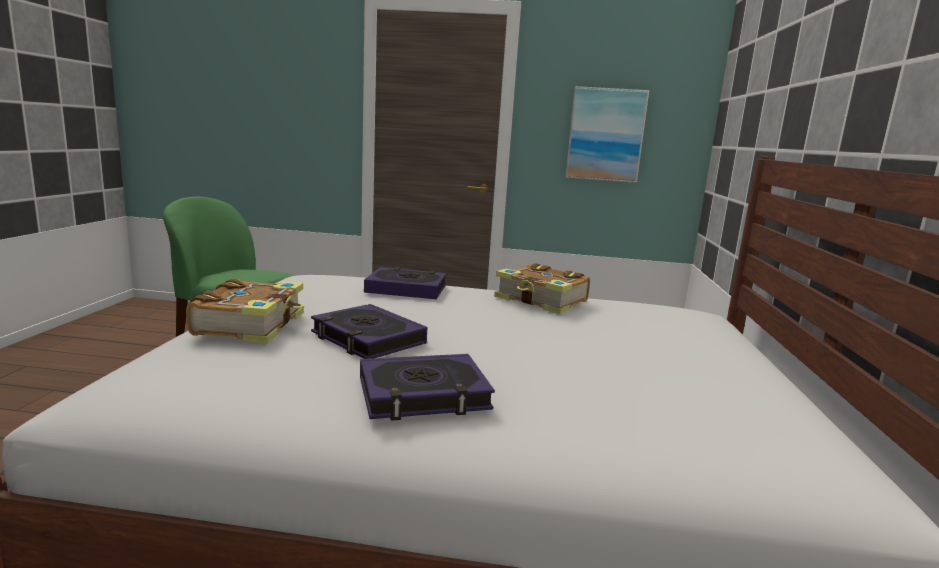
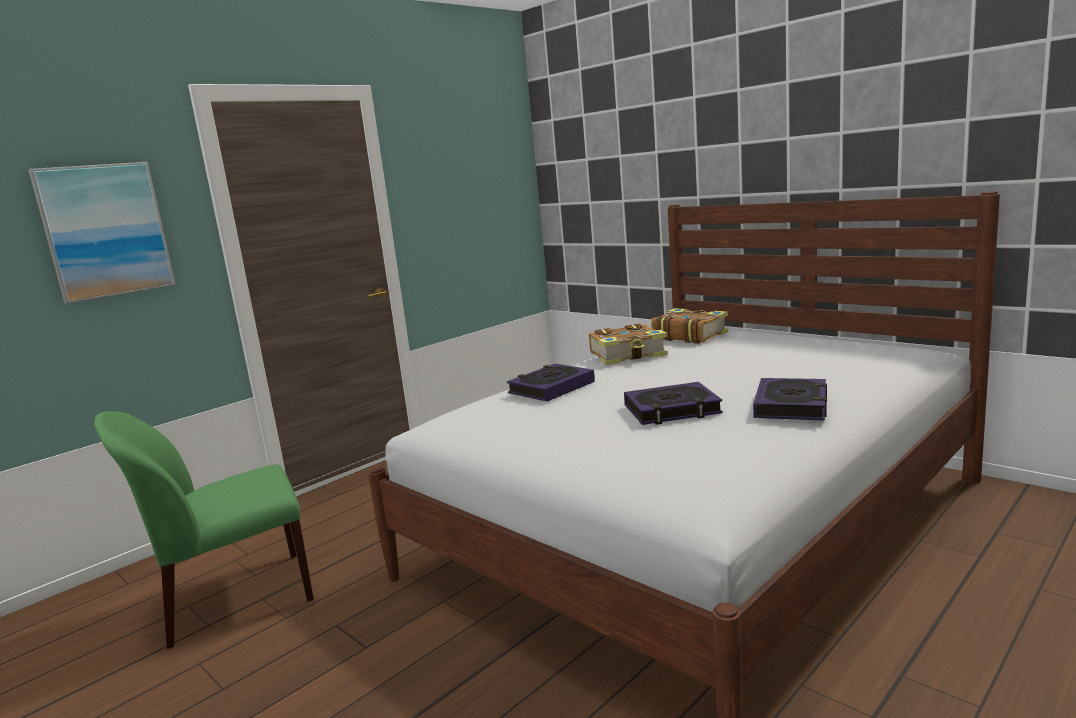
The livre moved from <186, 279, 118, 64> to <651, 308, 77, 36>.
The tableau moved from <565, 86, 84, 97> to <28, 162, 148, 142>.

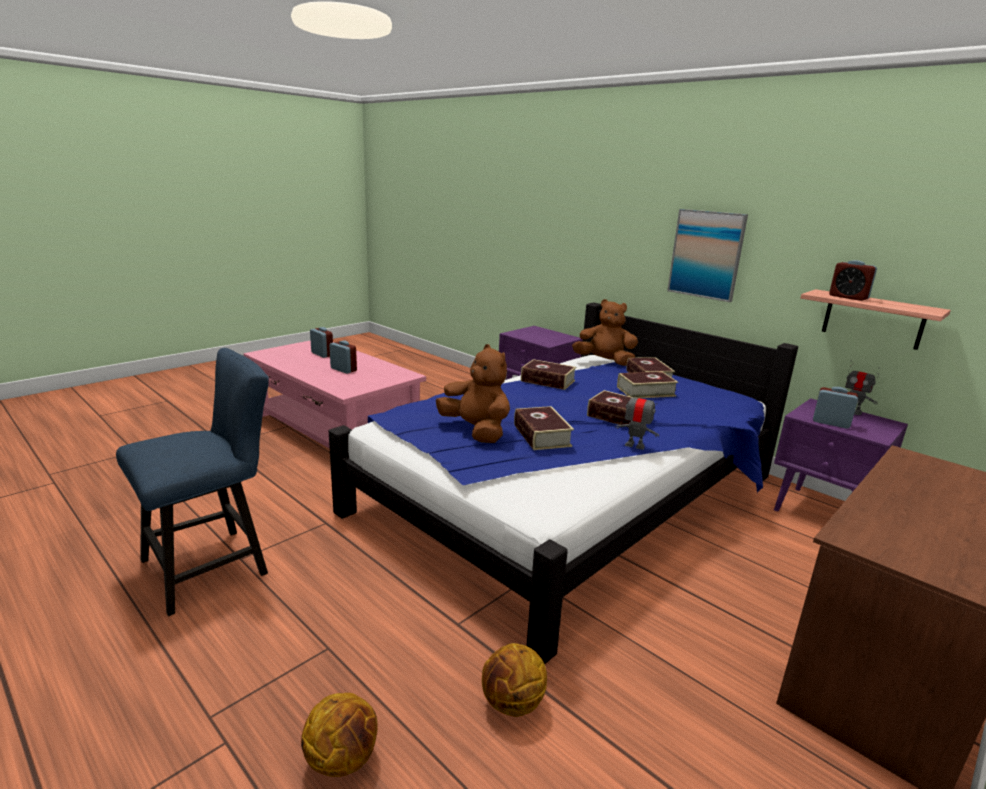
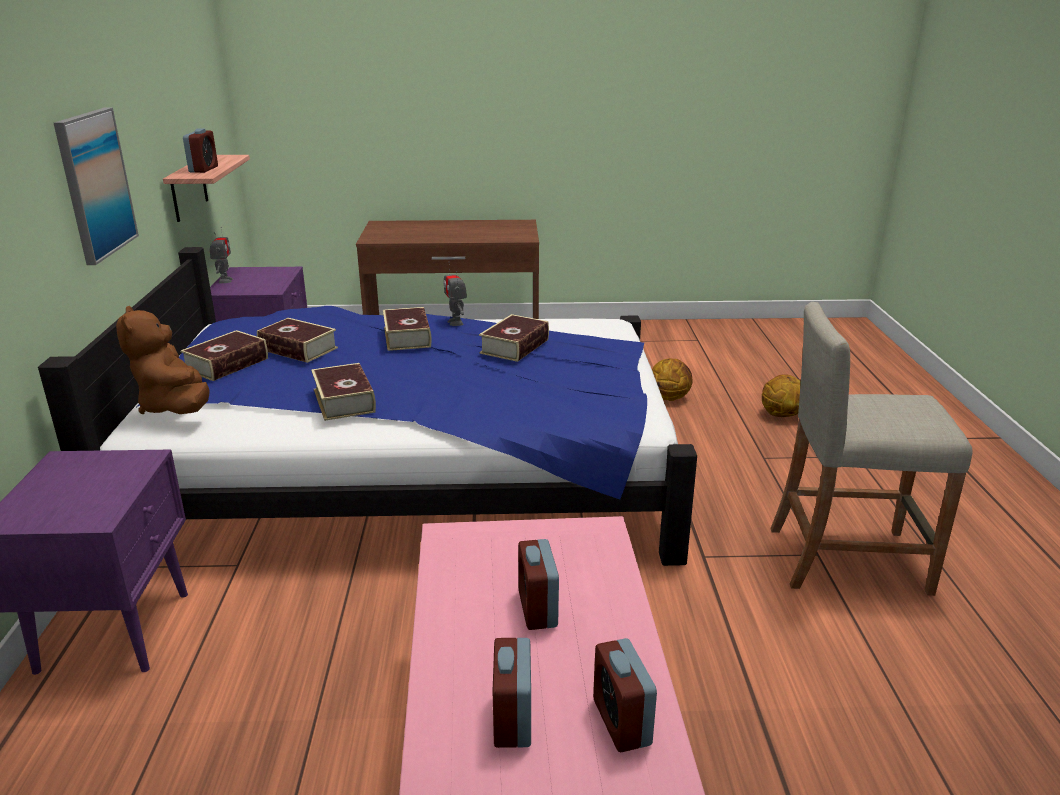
The chaise/bleu at <116, 348, 153, 268> was replaced by the tabouret/beige at <770, 302, 202, 294>.
The peluche/marron at <436, 344, 74, 99> disappeared.
The réveil moved from <813, 387, 45, 42> to <593, 638, 64, 114>.

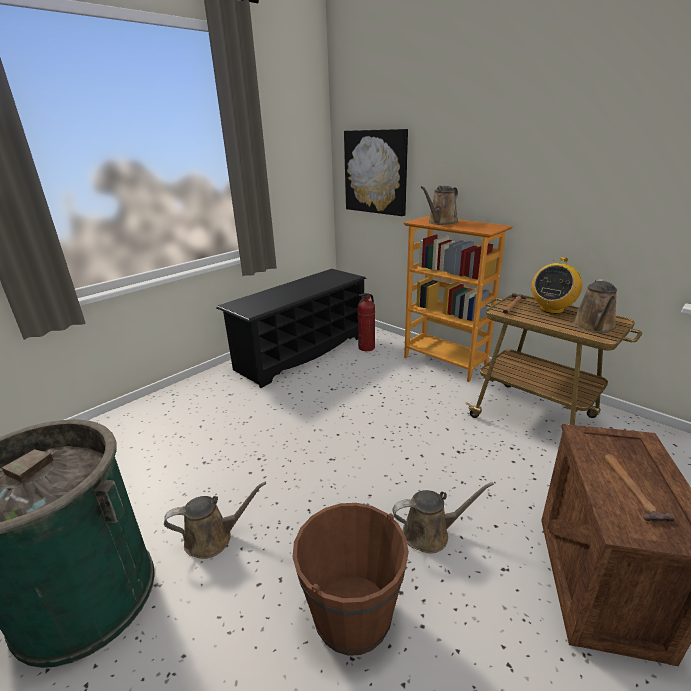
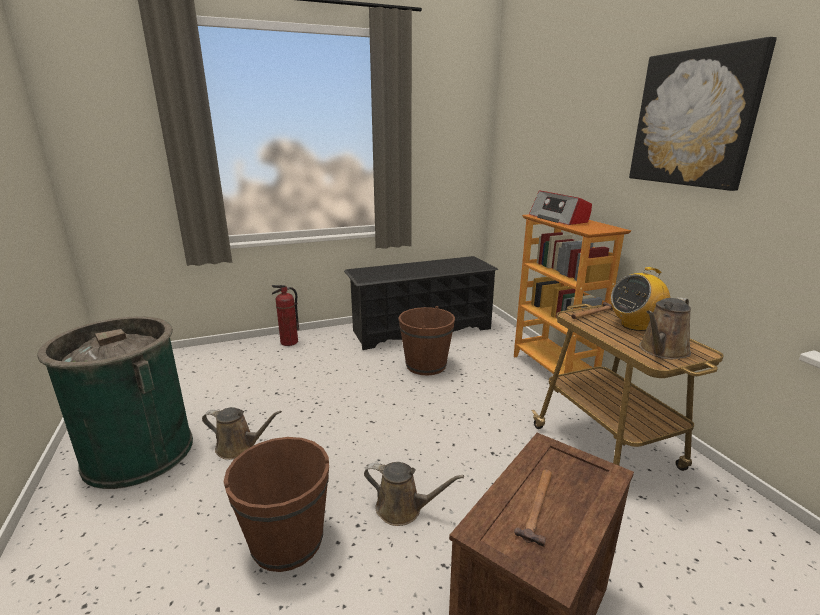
The tableau moved from <344, 129, 64, 87> to <629, 37, 148, 154>.
The extincteur moved from <357, 293, 18, 58> to <272, 285, 27, 61>.
The arrosoir/marron at <421, 186, 38, 39> was replaced by the radio at <529, 190, 63, 35>.
The seau/marron at <399, 306, 56, 70> appeared.

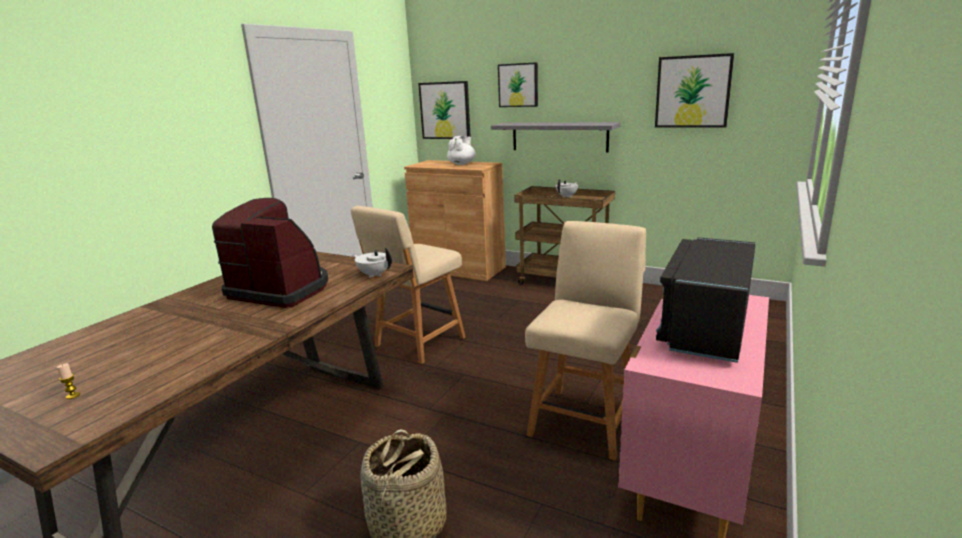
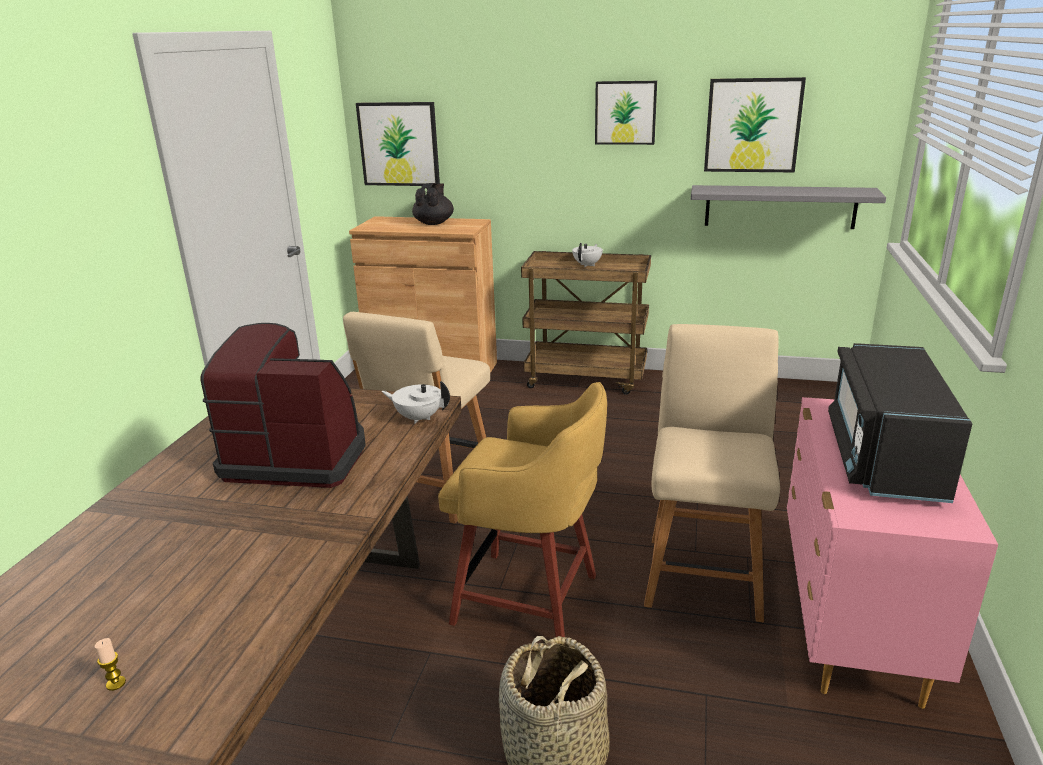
The théière/blanc at <447, 136, 29, 29> became the théière/noir at <412, 183, 42, 42>.
The étagère/gris moved from <491, 122, 130, 30> to <691, 185, 195, 44>.
The tableau moved from <498, 62, 40, 45> to <595, 81, 62, 64>.
The tabouret/jaune at <438, 382, 169, 255> appeared.

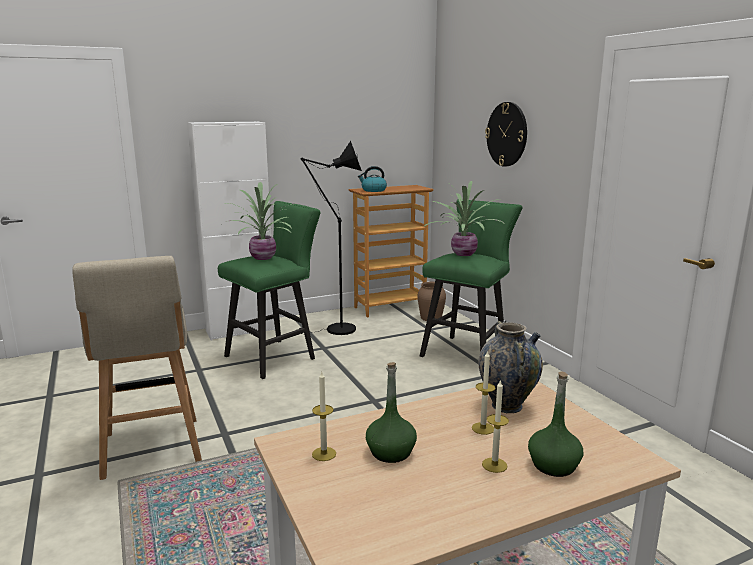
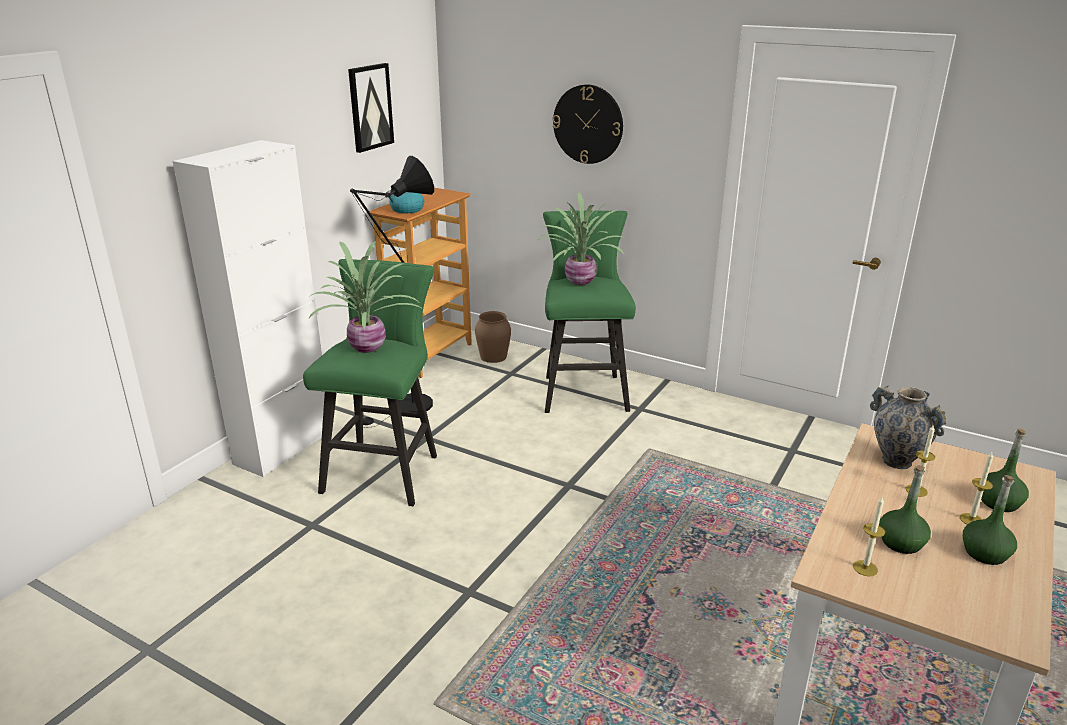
The tabouret/beige at <72, 256, 130, 224> disappeared.
The tableau at <348, 63, 46, 90> appeared.
The bouteille/vert at <963, 475, 54, 90> appeared.

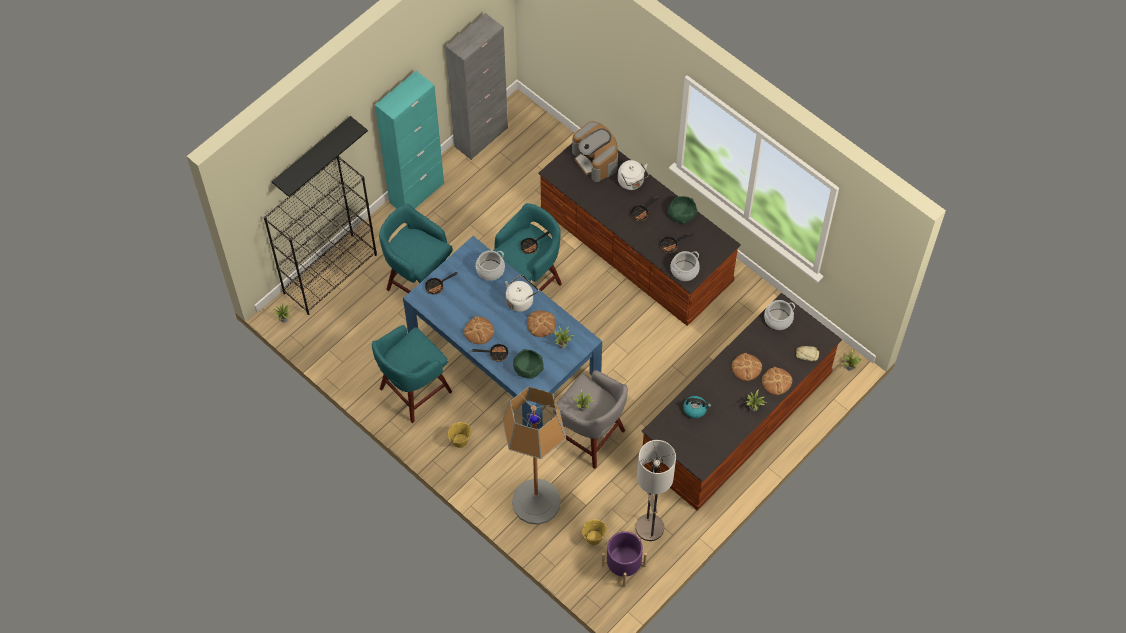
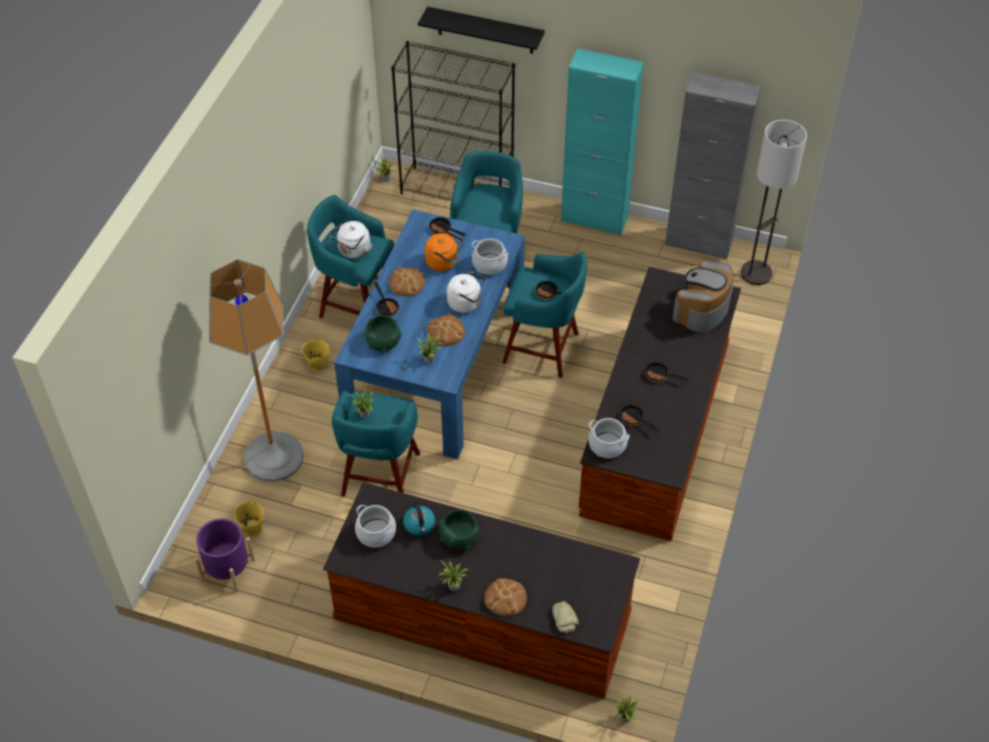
The tabouret/gris at <553, 370, 75, 99> became the tabouret/turquoise at <332, 390, 88, 107>.
The bouilloire/blanc moved from <618, 160, 31, 30> to <330, 221, 42, 37>.
The lampadaire moved from <636, 440, 40, 101> to <741, 120, 66, 165>.
The bol/vert moved from <667, 196, 31, 28> to <439, 511, 41, 39>.
The pain at <731, 353, 31, 28> disappeared.
The marmite moved from <764, 300, 31, 30> to <355, 505, 41, 43>.
The bouilloire/orange at <425, 232, 39, 39> appeared.

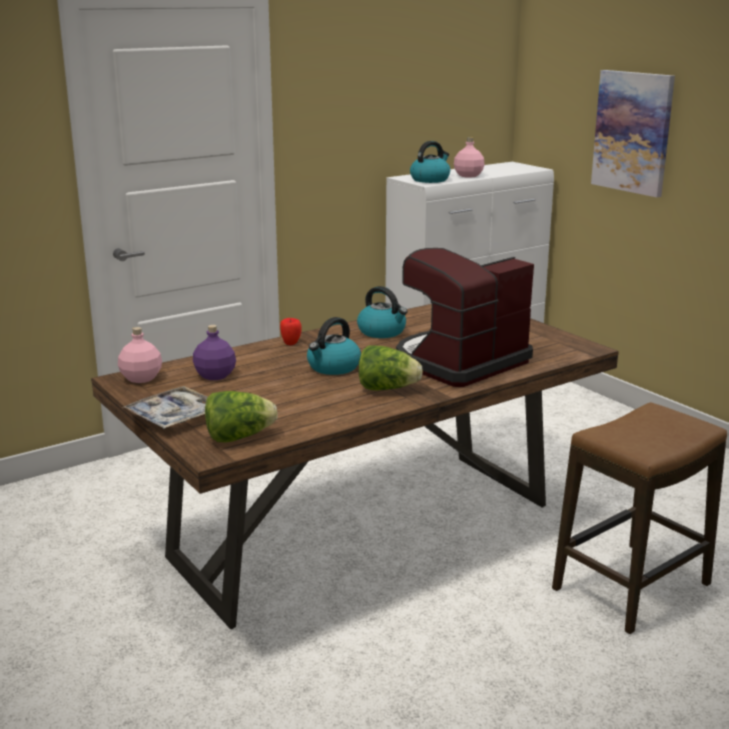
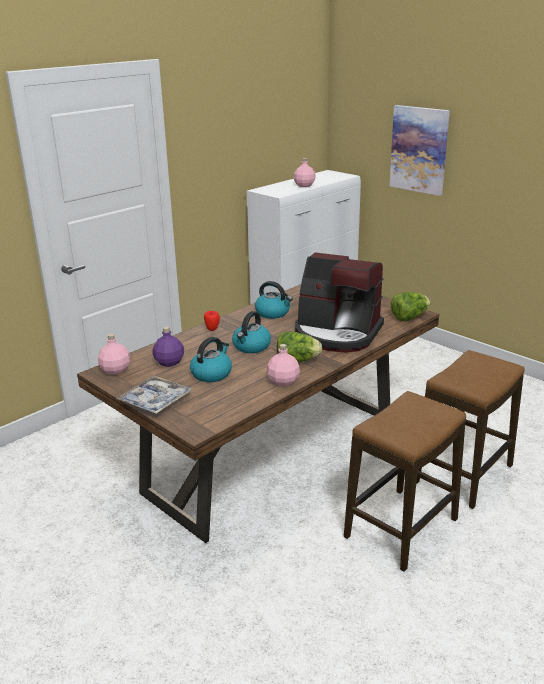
The laitue moved from <205, 391, 72, 51> to <391, 292, 40, 29>.
The machine à café at <396, 248, 138, 139> turned 105 degrees counterclockwise.
The bouilloire moved from <410, 141, 40, 42> to <190, 337, 42, 45>.
The bouteille/rose at <267, 344, 33, 42> appeared.
The tabouret at <344, 391, 122, 181> appeared.

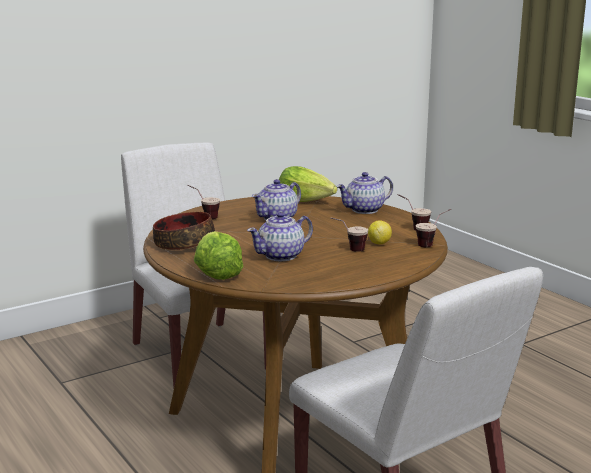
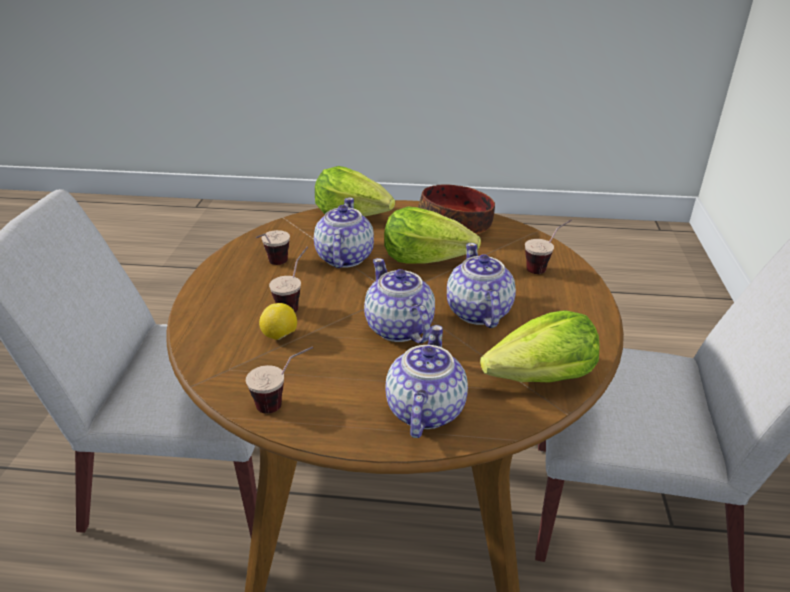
The tasse moved from <416, 209, 35, 38> to <256, 230, 34, 35>.
The théière at <364, 258, 71, 86> appeared.
The laitue at <384, 207, 97, 57> appeared.

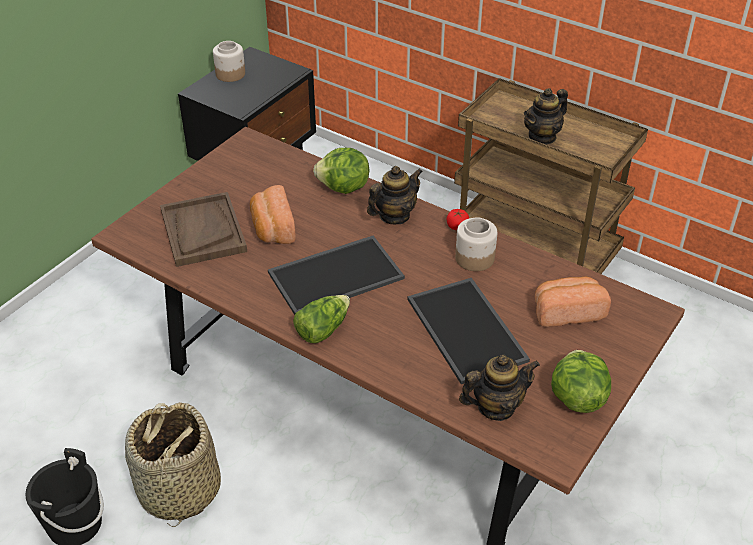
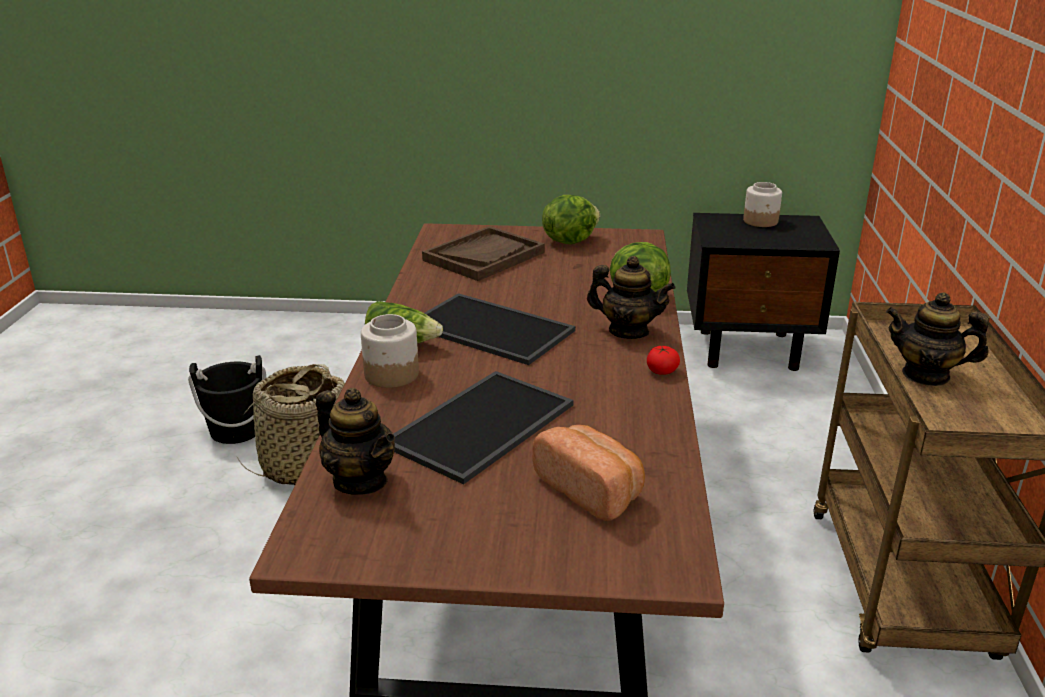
The pain at <250, 185, 46, 59> disappeared.
The bocal moved from <455, 217, 42, 54> to <361, 314, 58, 74>.
The laitue moved from <551, 350, 60, 63> to <542, 195, 58, 49>.

